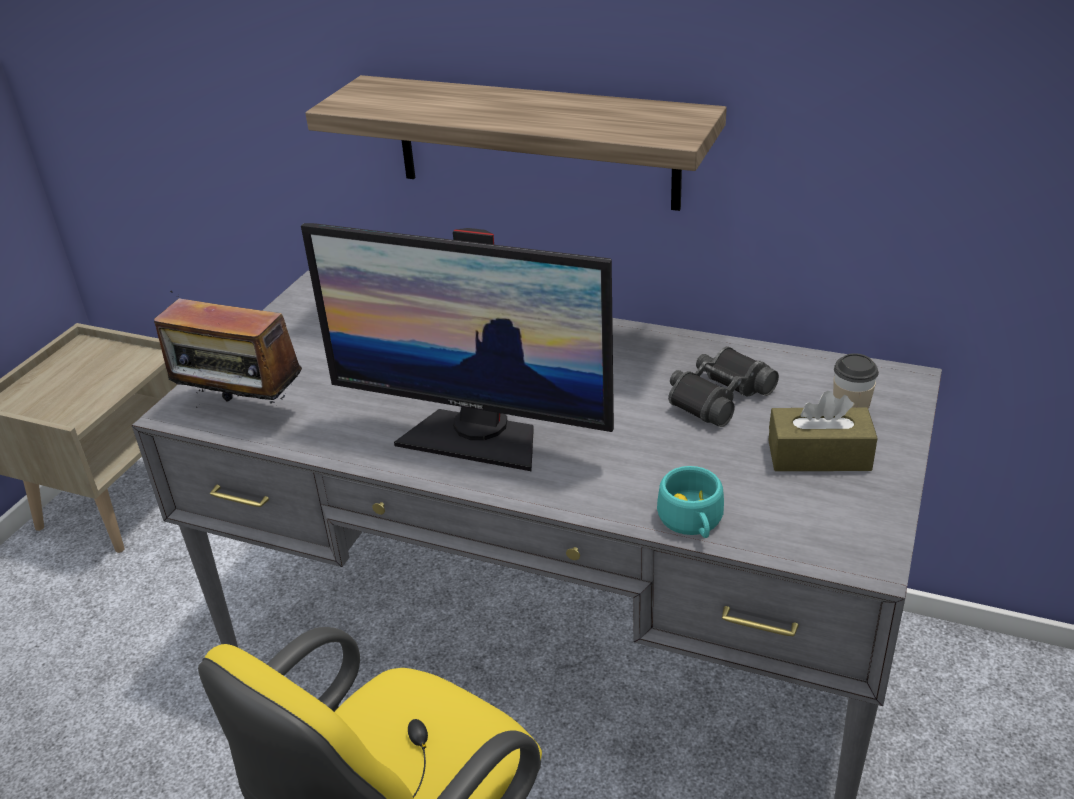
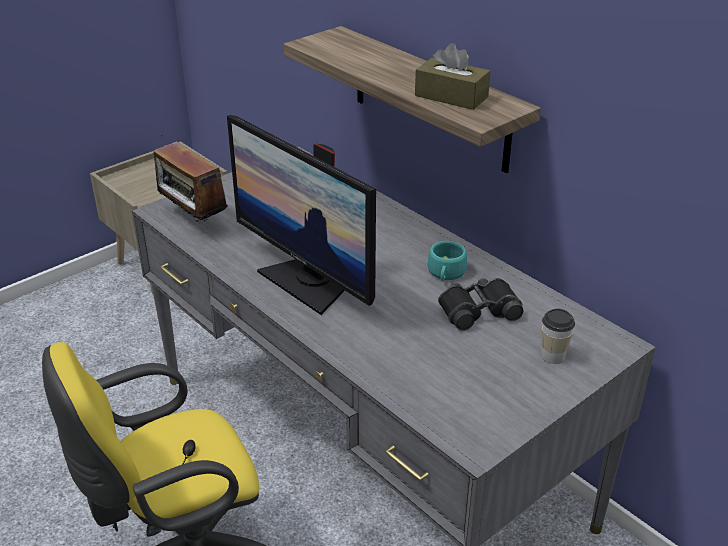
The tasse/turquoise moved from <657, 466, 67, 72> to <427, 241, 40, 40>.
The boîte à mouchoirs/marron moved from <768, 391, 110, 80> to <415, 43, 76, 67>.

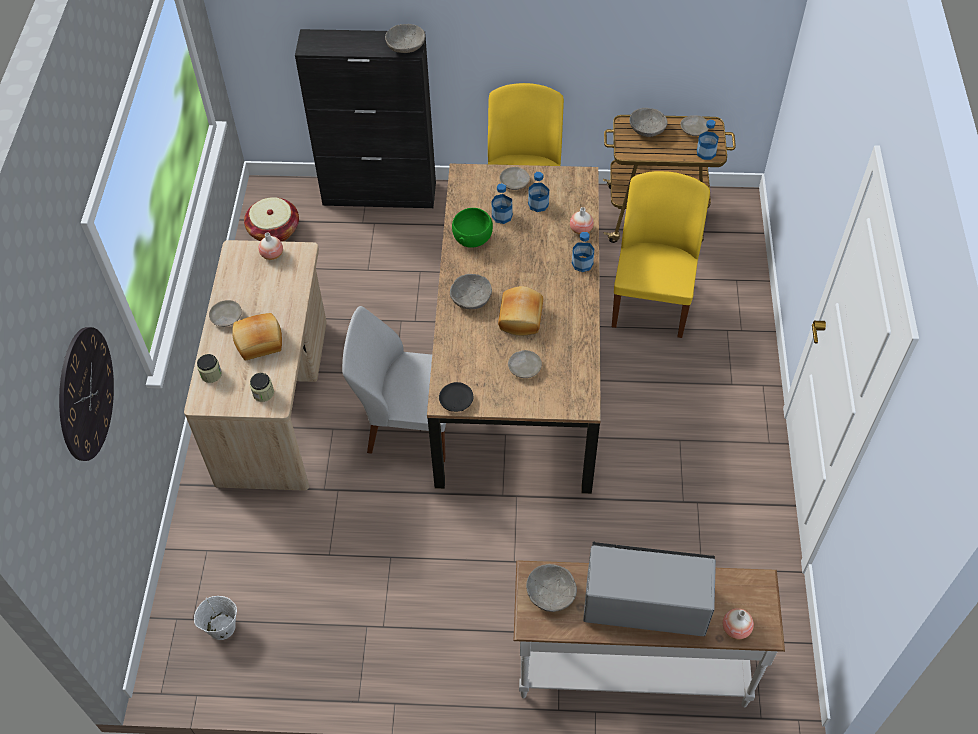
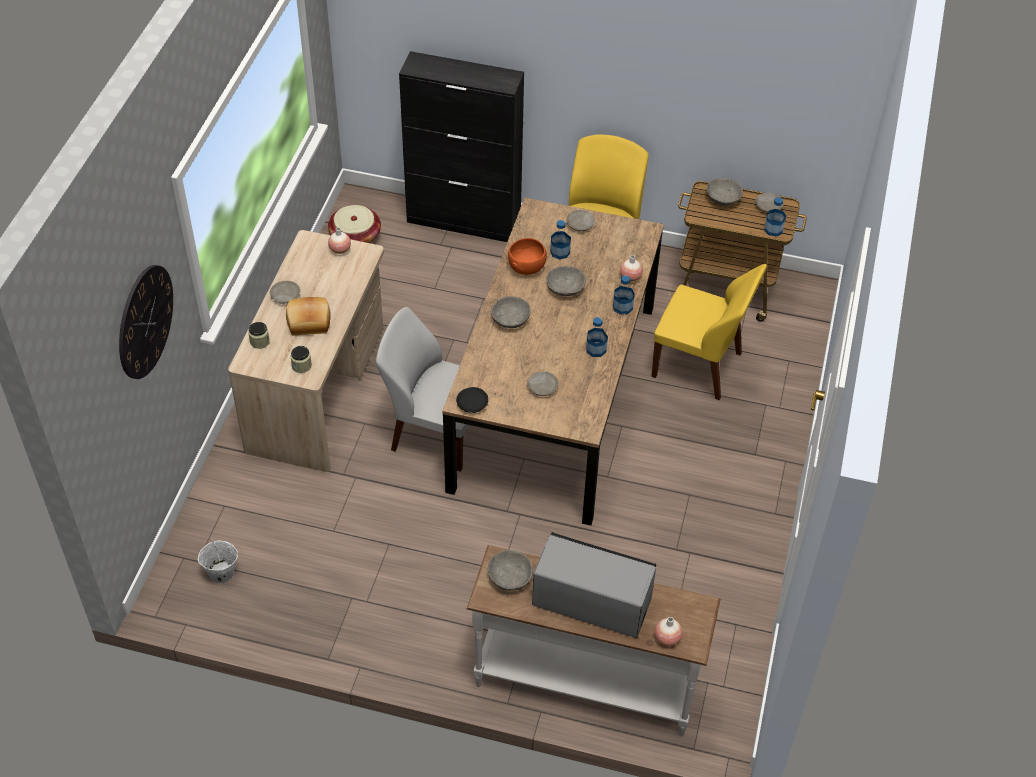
The bol/gris moved from <385, 24, 40, 29> to <546, 266, 40, 30>.
The bol/vert at <452, 208, 41, 40> became the bol/orange at <508, 238, 39, 37>.
The pain at <498, 286, 45, 50> disappeared.
The bouteille moved from <528, 172, 21, 40> to <586, 317, 22, 40>.
The chaise/jaune at <612, 171, 98, 167> turned 90 degrees clockwise.

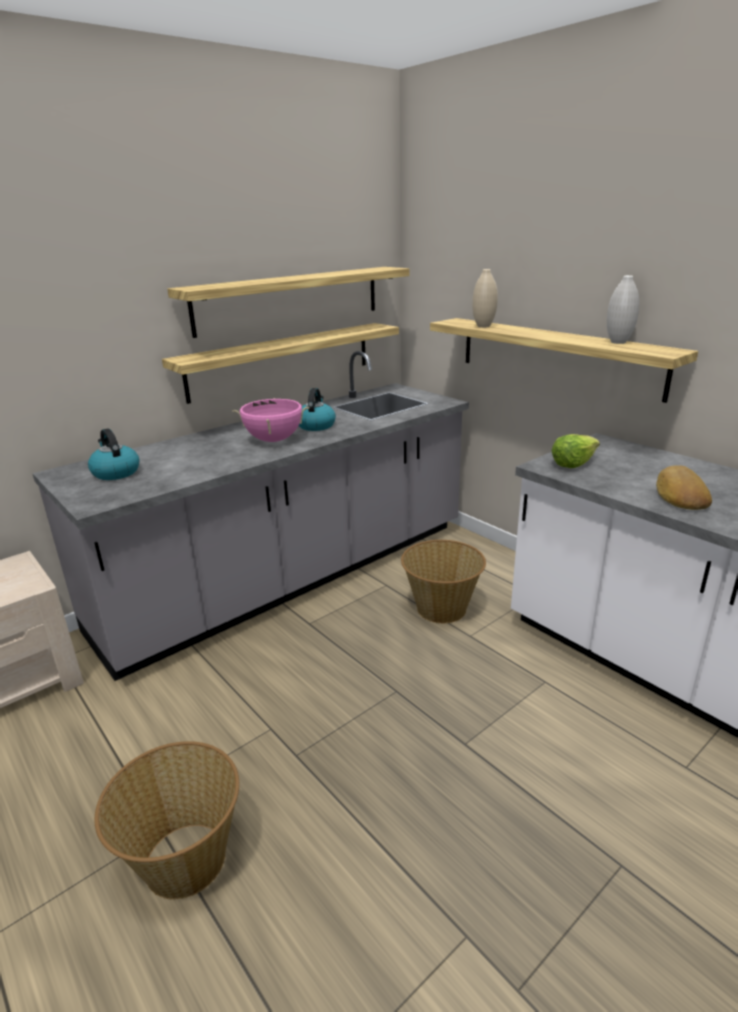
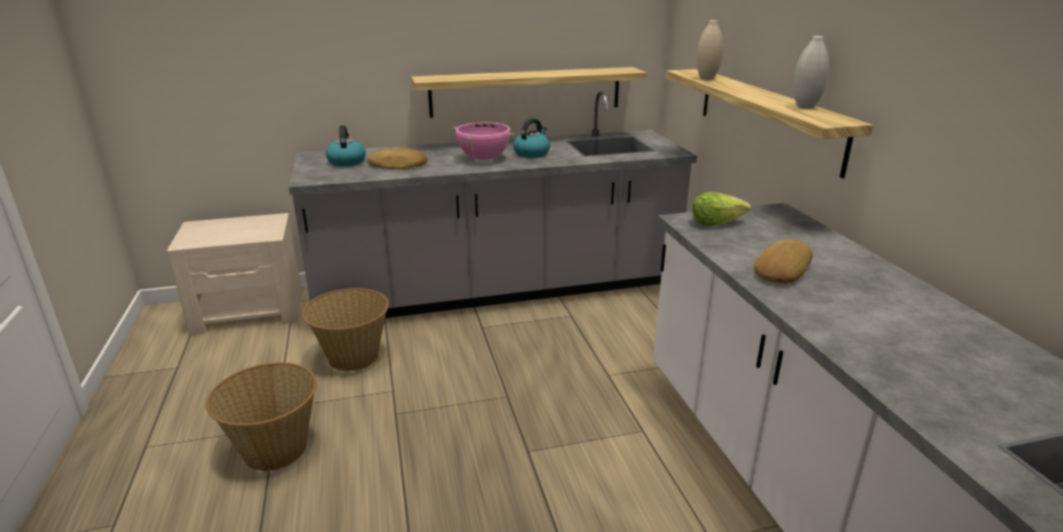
The étagère at <167, 267, 242, 71> disappeared.
The panier moved from <401, 540, 85, 83> to <302, 288, 87, 83>.
The pain at <367, 148, 60, 21> appeared.

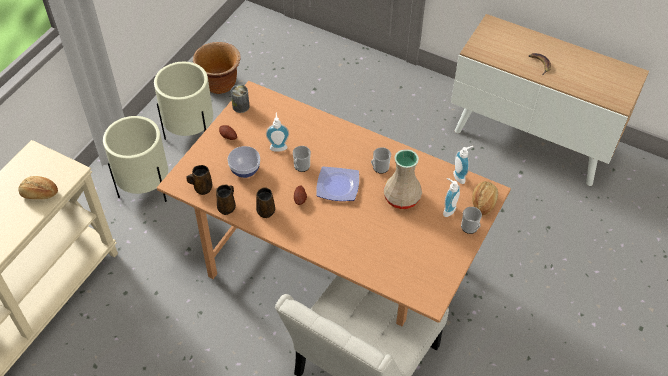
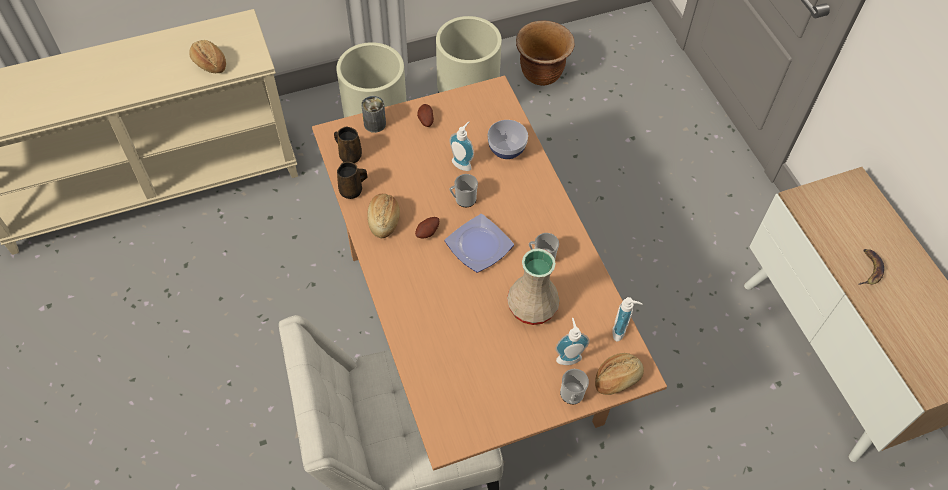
The bol moved from <228, 146, 32, 32> to <488, 120, 40, 39>.
The boîte métallique moved from <231, 84, 19, 29> to <361, 96, 25, 37>.
The mug/marron at <256, 187, 19, 31> was replaced by the pain at <367, 194, 33, 45>.

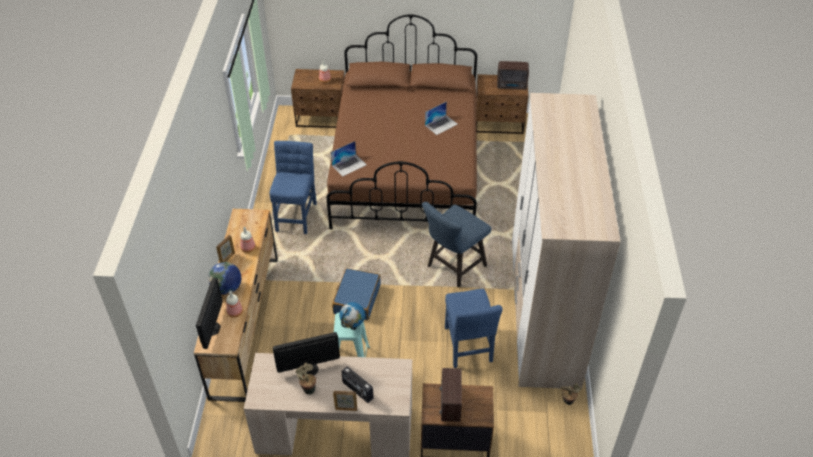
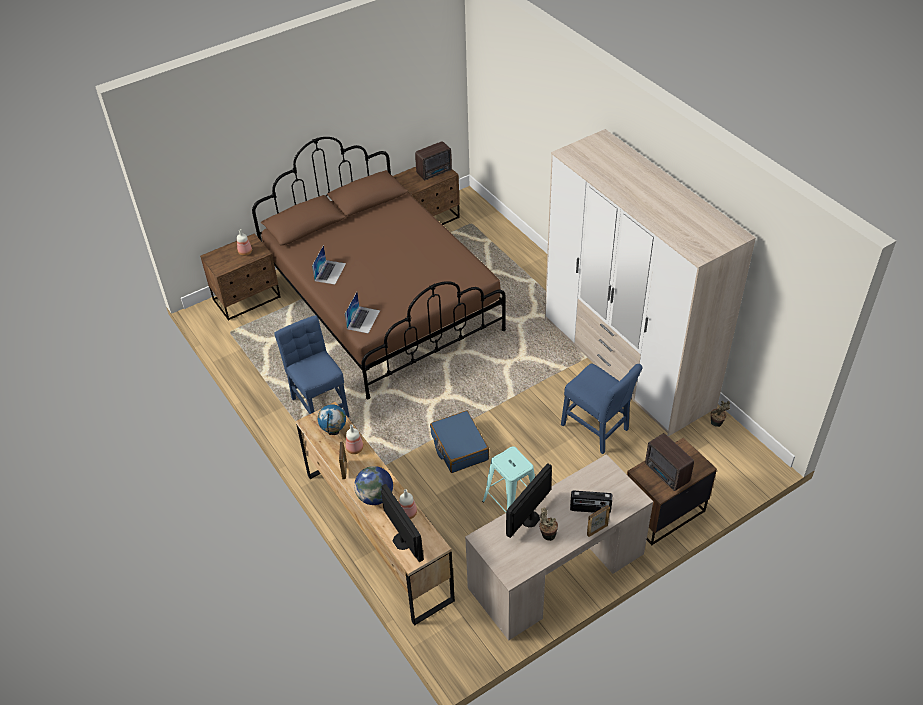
The globe moved from <339, 302, 26, 28> to <318, 404, 28, 31>.
The chaise/bleu at <422, 202, 70, 86> disappeared.
The ordinateur portable moved from <425, 101, 32, 34> to <312, 245, 34, 40>.

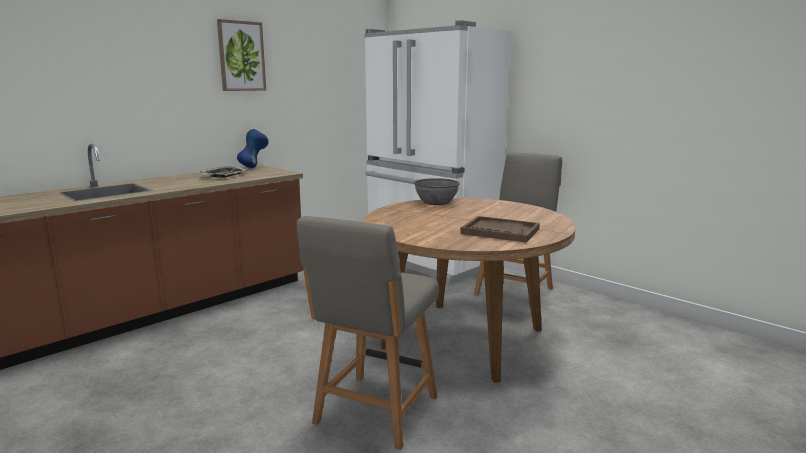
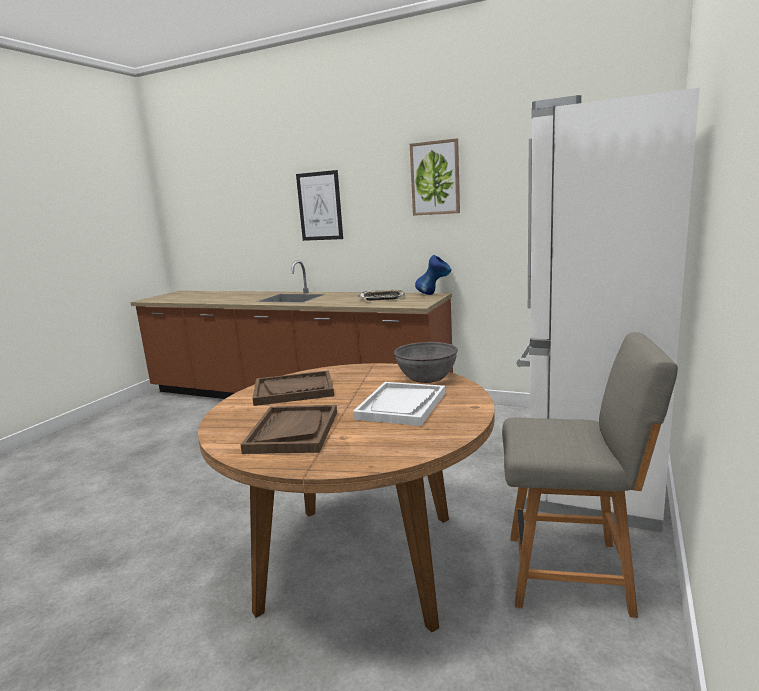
The chaise/gris at <297, 216, 142, 234> disappeared.
The plateau/marron at <253, 370, 81, 36> appeared.
The tableau at <296, 170, 47, 71> appeared.
The plateau/blanc at <353, 382, 92, 44> appeared.

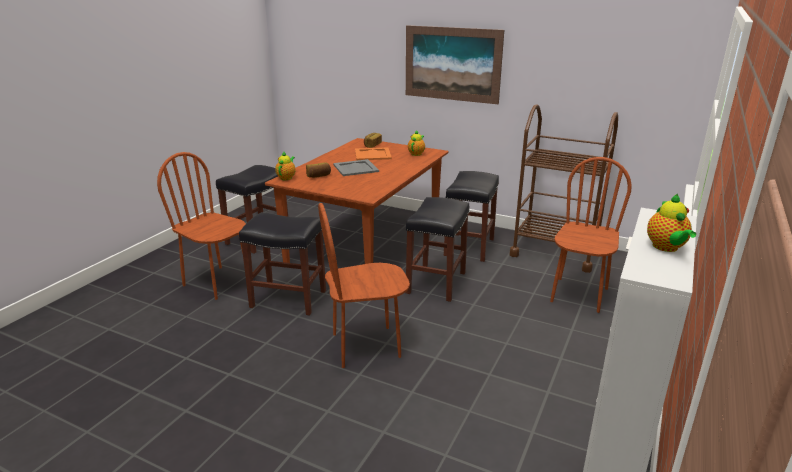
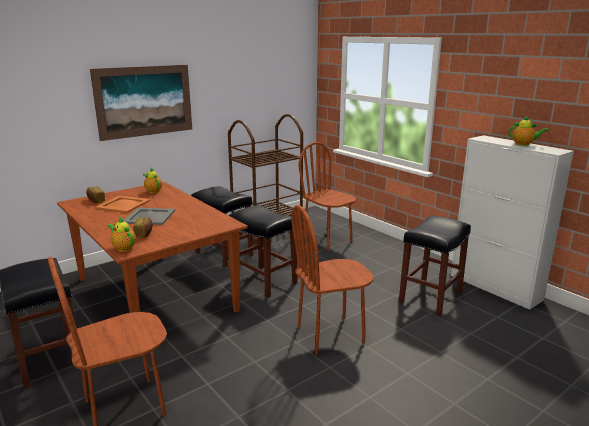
The tabouret/noir moved from <239, 212, 87, 104> to <399, 216, 72, 100>.
The chaise/marron at <318, 203, 92, 165> turned 60 degrees clockwise.

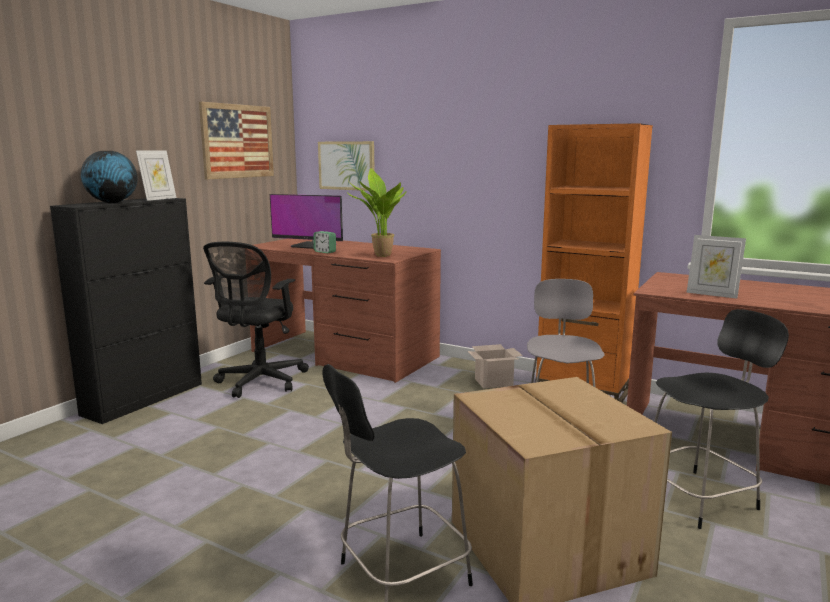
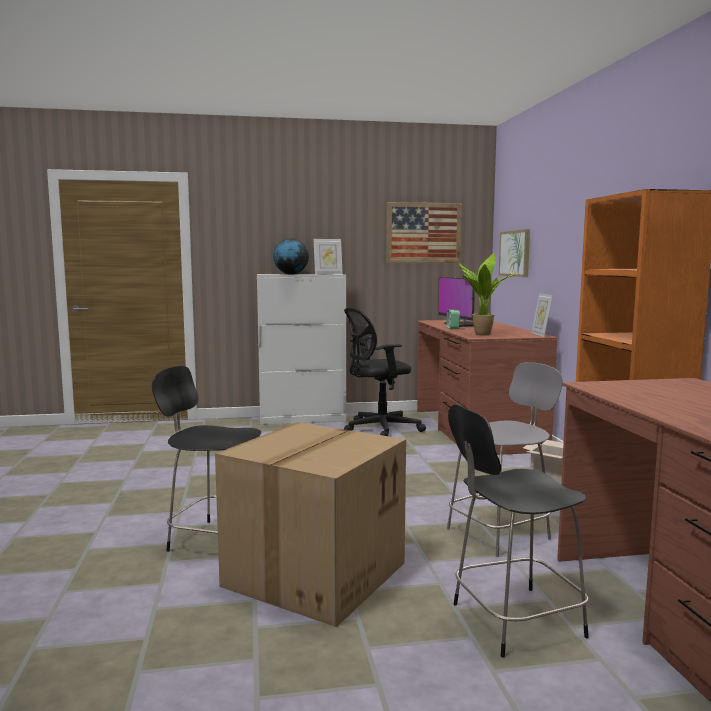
The meuble de rangement/noir at <50, 198, 152, 226> became the meuble de rangement/blanc at <257, 274, 89, 151>.
The chaise/noir at <654, 309, 135, 220> turned 135 degrees clockwise.
The cadre photo moved from <687, 235, 59, 64> to <531, 293, 22, 44>.

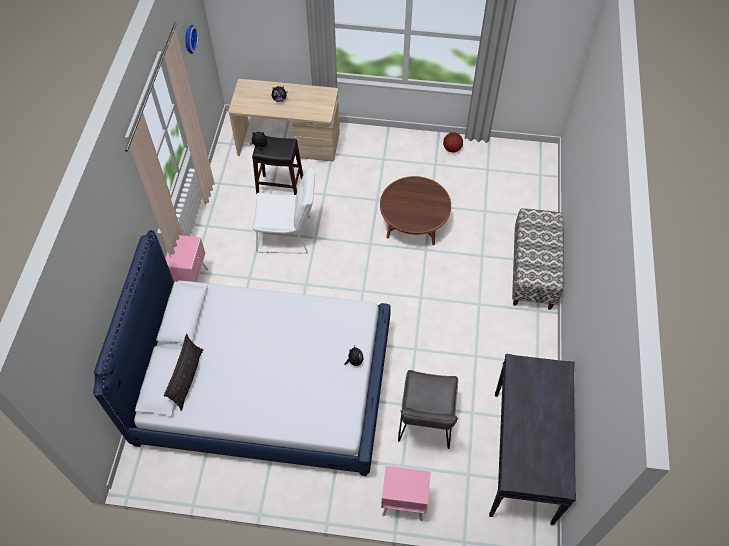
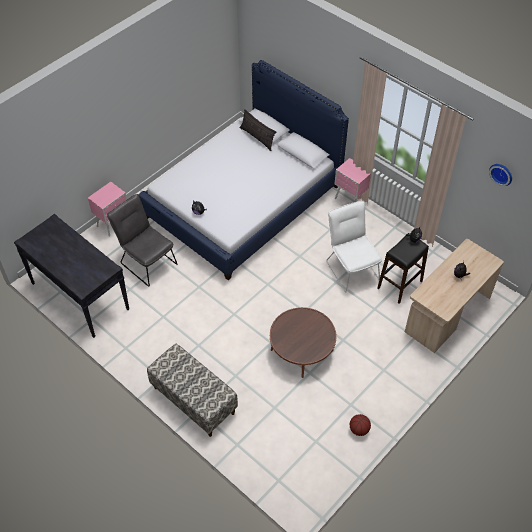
The chaise/blanc at <252, 167, 63, 87> turned 120 degrees clockwise.

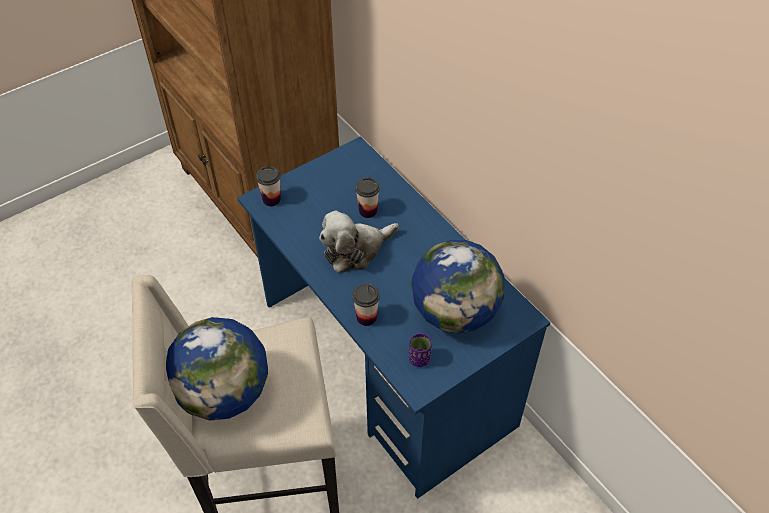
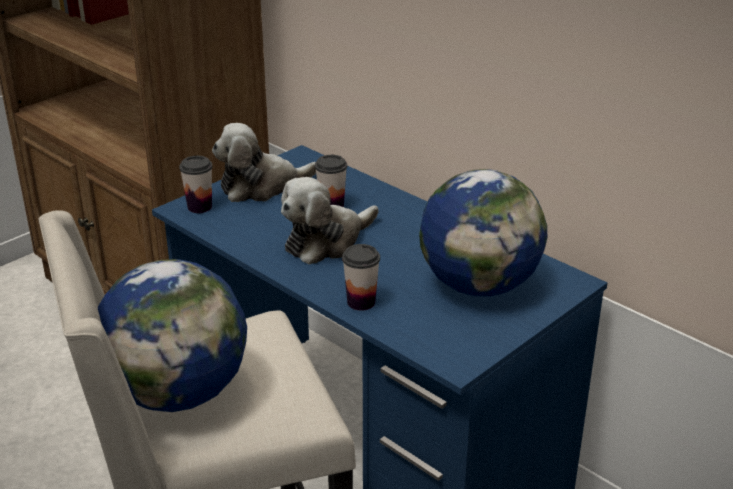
The tasse/violet at <409, 333, 23, 34> disappeared.
The peluche at <212, 123, 104, 79> appeared.

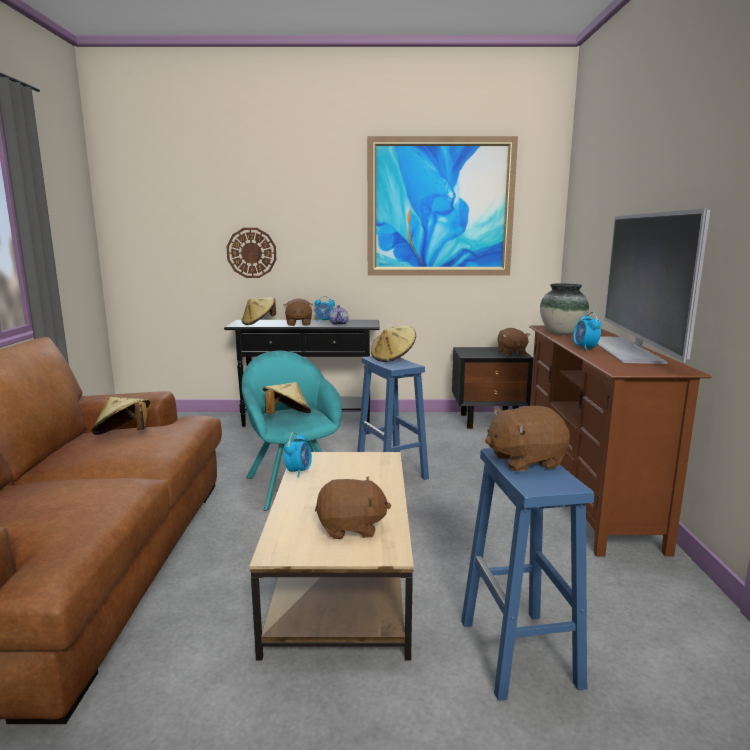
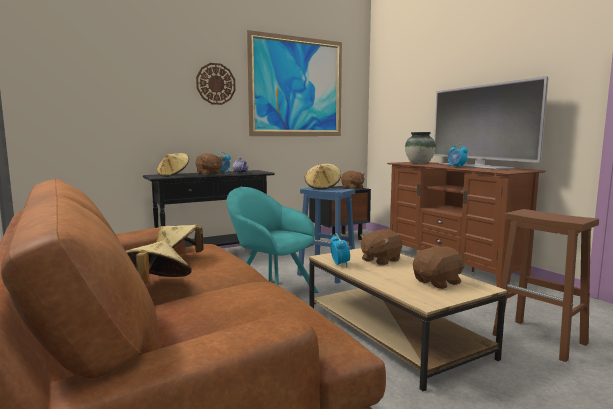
The horloge murale moved from <226, 228, 50, 50> to <196, 63, 40, 42>.
The chapeau/beige moved from <263, 382, 48, 32> to <126, 240, 66, 44>.
The tabouret/bleu at <461, 448, 133, 253> became the tabouret/marron at <493, 209, 106, 153>.
The peluche/marron moved from <485, 406, 85, 65> to <360, 229, 43, 36>.

